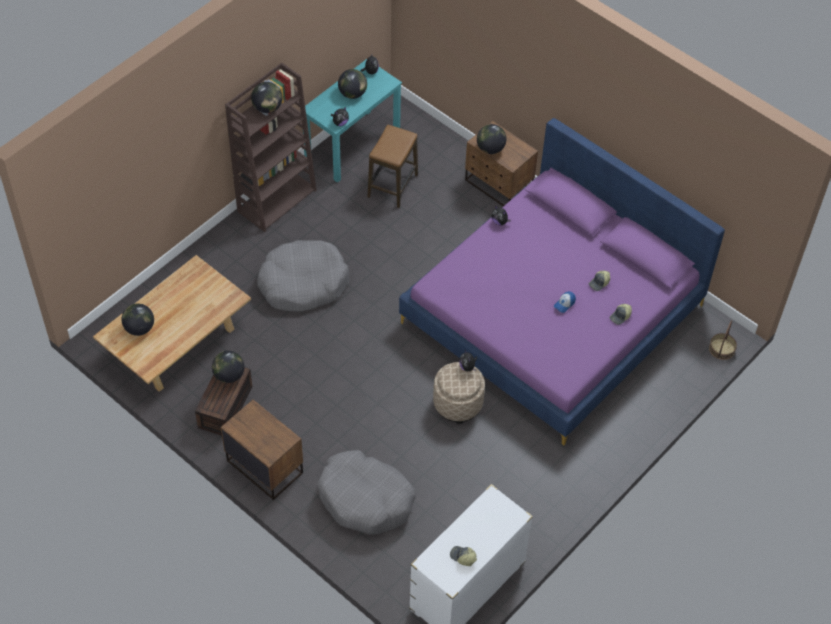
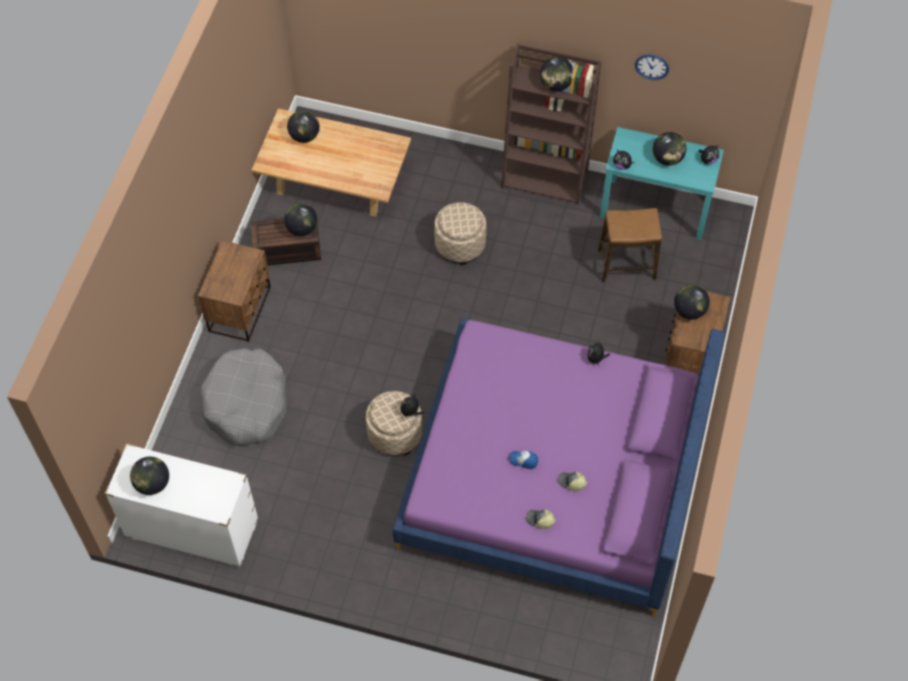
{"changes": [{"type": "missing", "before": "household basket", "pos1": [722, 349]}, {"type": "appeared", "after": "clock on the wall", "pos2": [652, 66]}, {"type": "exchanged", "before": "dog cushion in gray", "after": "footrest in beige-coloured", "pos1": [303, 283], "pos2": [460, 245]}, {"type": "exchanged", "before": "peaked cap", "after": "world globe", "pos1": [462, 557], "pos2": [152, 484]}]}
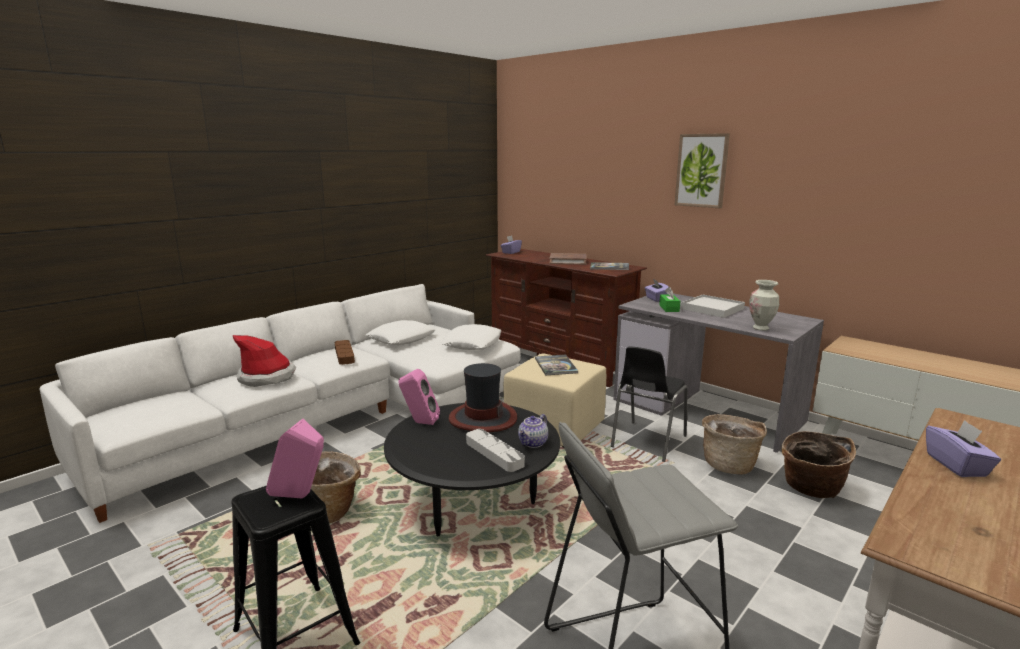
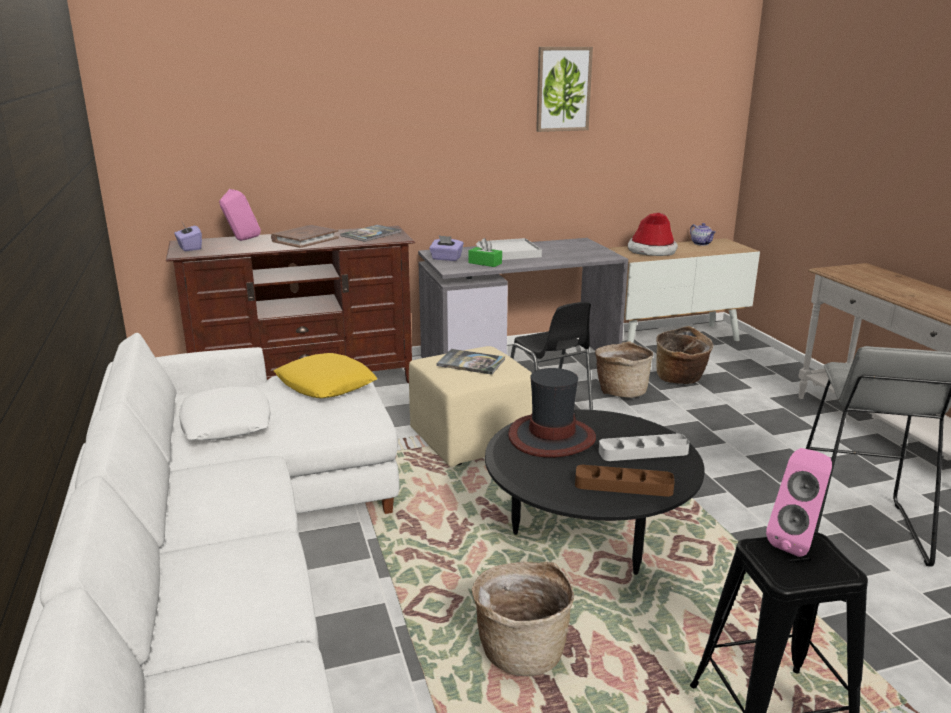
{"changes": [{"type": "missing", "before": "decorative vase", "pos1": [760, 328]}, {"type": "missing", "before": "box of tissues in purple-coloured", "pos1": [957, 465]}, {"type": "relocated", "before": "wearable hat", "pos1": [267, 377], "pos2": [651, 251]}, {"type": "relocated", "before": "serving tray in brownish", "pos1": [344, 355], "pos2": [623, 485]}, {"type": "relocated", "before": "audio speaker in pink", "pos1": [419, 423], "pos2": [241, 240]}, {"type": "relocated", "before": "pot for tea", "pos1": [533, 443], "pos2": [701, 244]}, {"type": "relocated", "before": "wall art", "pos1": [701, 170], "pos2": [563, 89]}, {"type": "colour", "before": "pillow in whitish", "after": "pillow in yellow", "pos1": [472, 343], "pos2": [325, 384]}]}
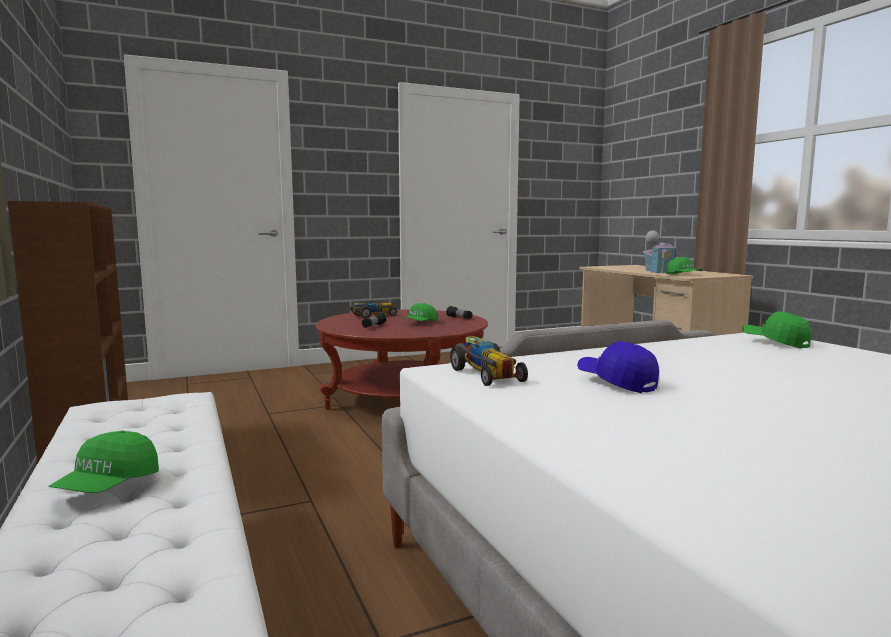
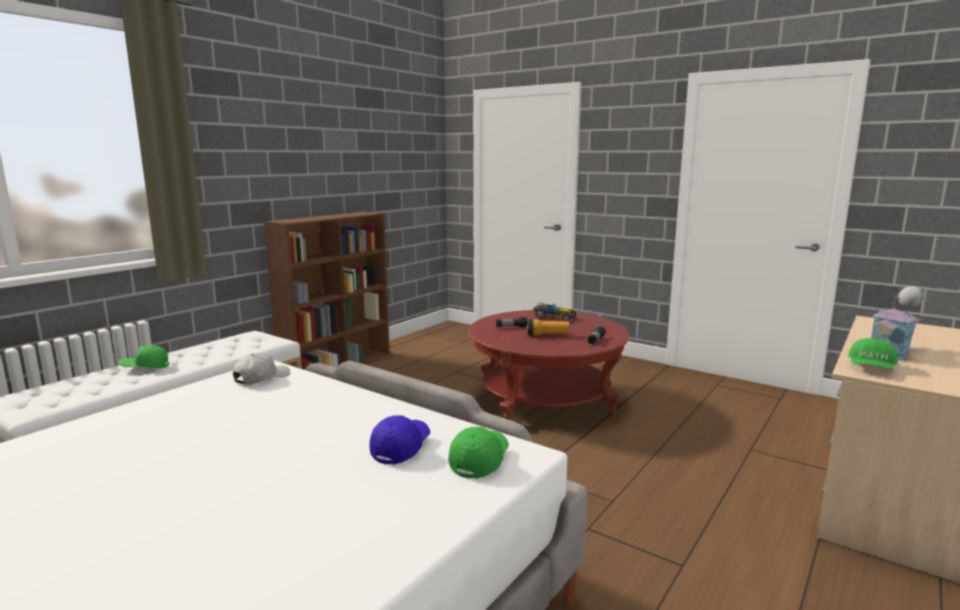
{"changes": [{"type": "relocated", "before": "peaked cap in blue", "pos1": [616, 382], "pos2": [401, 448]}, {"type": "exchanged", "before": "peaked cap in green-coloured", "after": "hand torch", "pos1": [419, 323], "pos2": [547, 335]}, {"type": "exchanged", "before": "toy car", "after": "peaked cap in whitish", "pos1": [485, 374], "pos2": [261, 378]}]}
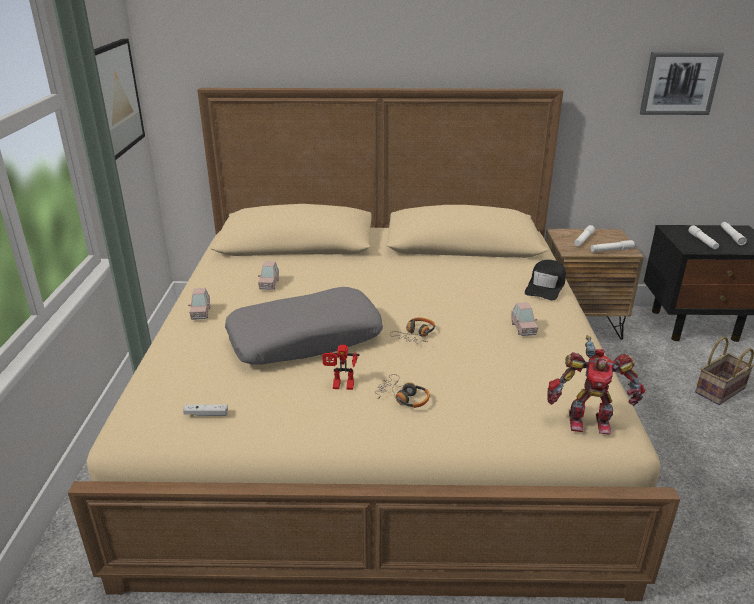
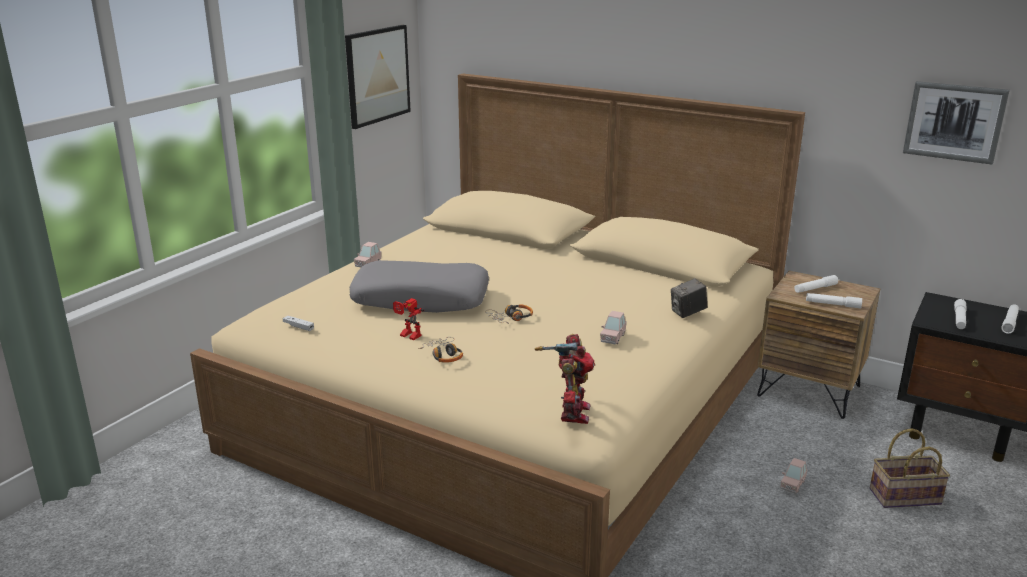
{"changes": [{"type": "relocated", "before": "toy car in pink", "pos1": [269, 284], "pos2": [792, 484]}, {"type": "exchanged", "before": "peaked cap in black-coloured", "after": "still camera", "pos1": [545, 286], "pos2": [687, 313]}, {"type": "spun", "before": "model robot", "pos1": [588, 421], "pos2": [571, 412], "turn": -120}]}
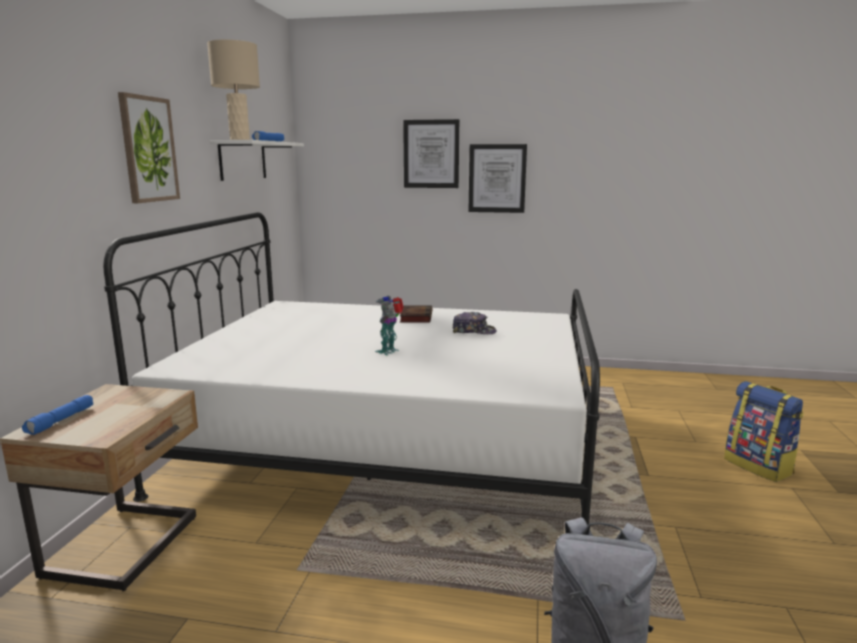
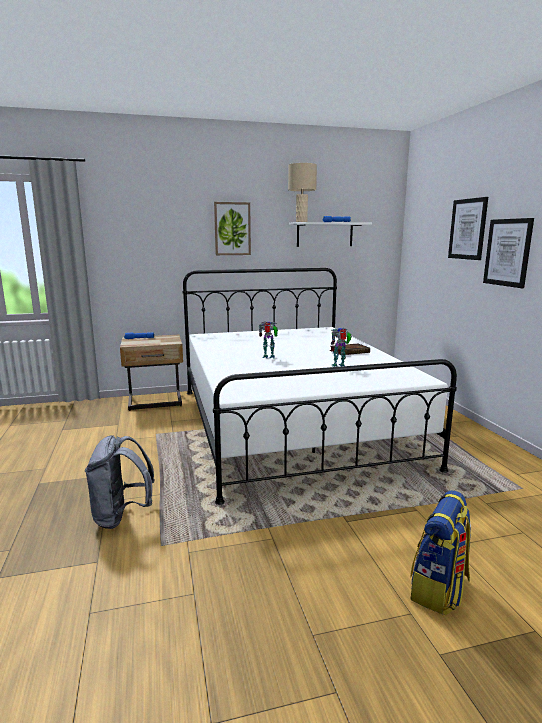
{"changes": [{"type": "exchanged", "before": "peaked cap", "after": "model robot", "pos1": [474, 331], "pos2": [339, 366]}]}
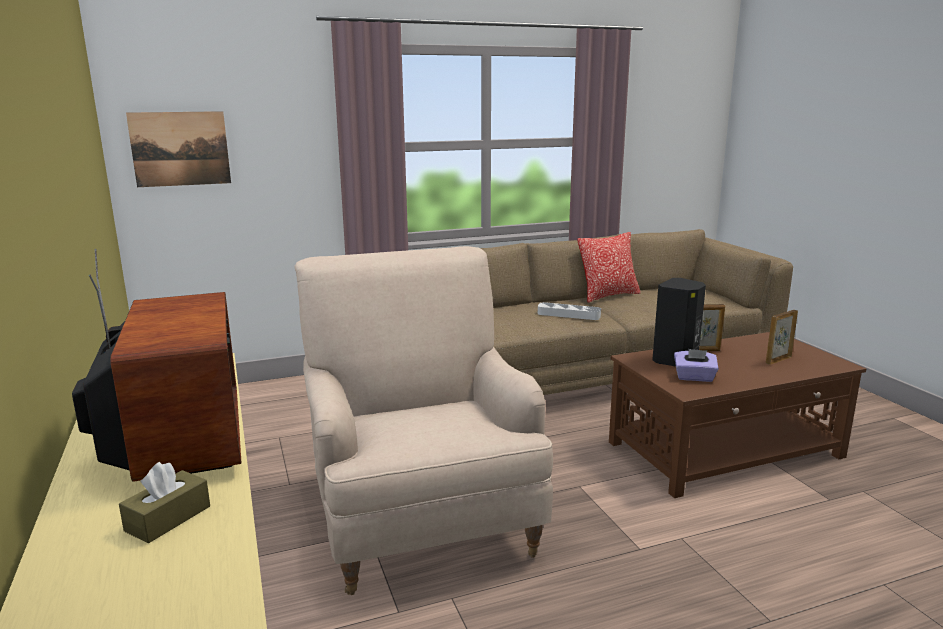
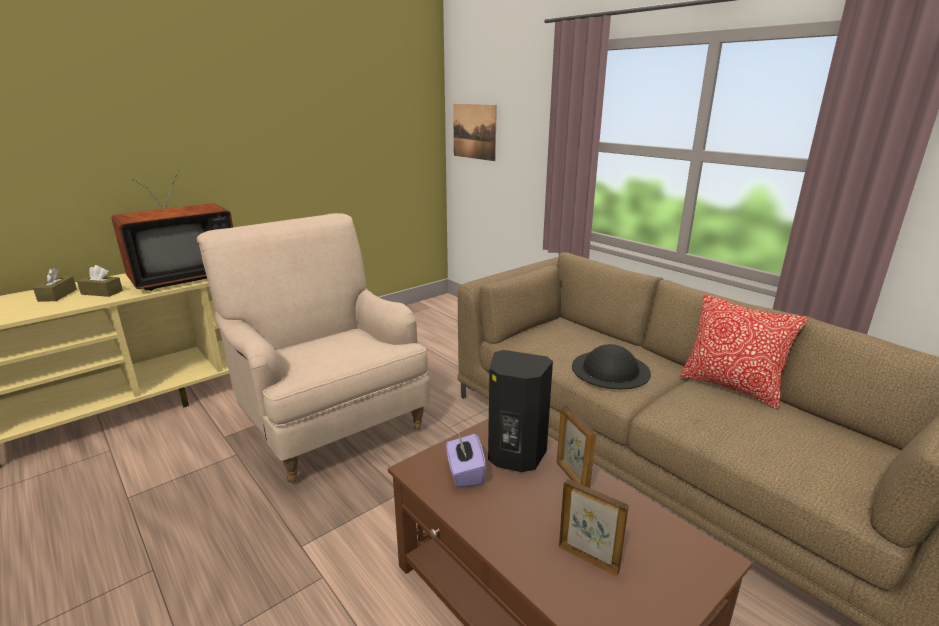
{"changes": [{"type": "appeared", "after": "box of tissues in brownish", "pos2": [57, 295]}, {"type": "exchanged", "before": "serving tray in gray", "after": "wearable hat in black-coloured", "pos1": [568, 315], "pos2": [610, 369]}, {"type": "spun", "before": "easy chair in beige-coloured", "pos1": [421, 519], "pos2": [329, 421], "turn": -90}]}
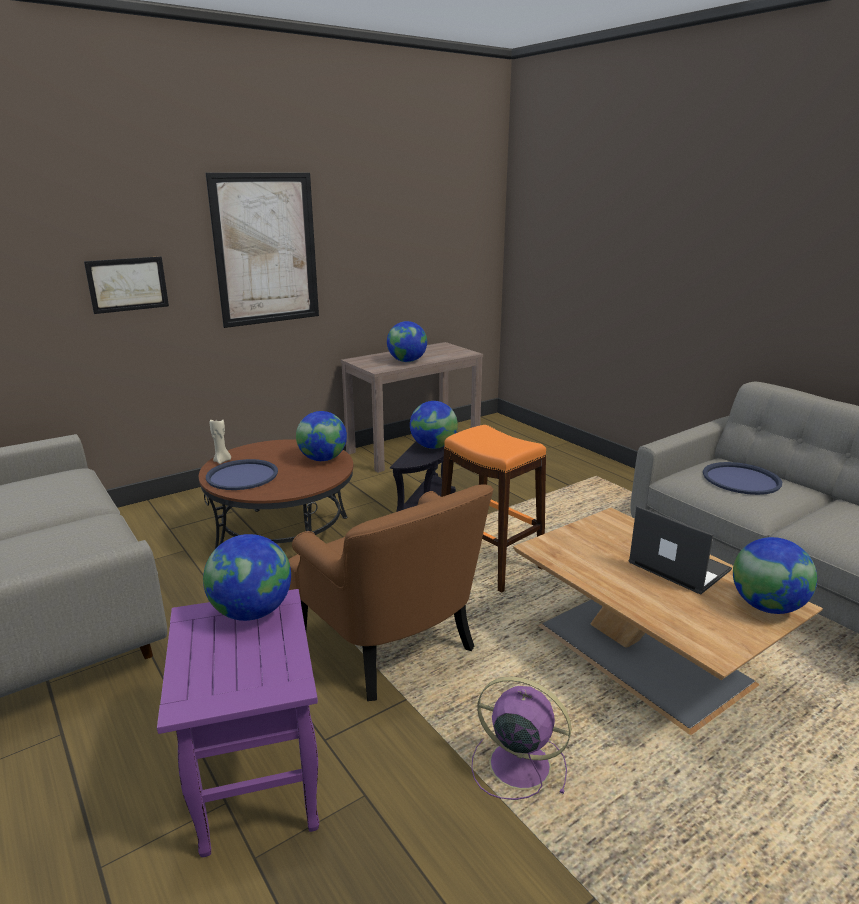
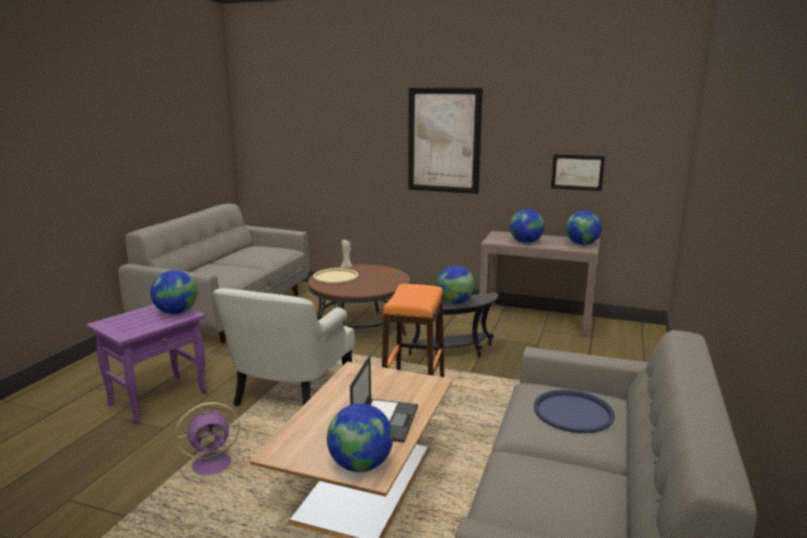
{"changes": [{"type": "relocated", "before": "wall art", "pos1": [127, 284], "pos2": [577, 172]}, {"type": "relocated", "before": "world globe", "pos1": [323, 459], "pos2": [582, 244]}, {"type": "colour", "before": "serving tray in blue", "after": "serving tray in beige-coloured", "pos1": [242, 476], "pos2": [335, 276]}, {"type": "colour", "before": "easy chair in brownish", "after": "easy chair in whitish", "pos1": [391, 642], "pos2": [290, 392]}, {"type": "spun", "before": "electric fan in purple-coloured", "pos1": [516, 764], "pos2": [214, 464], "turn": 75}]}
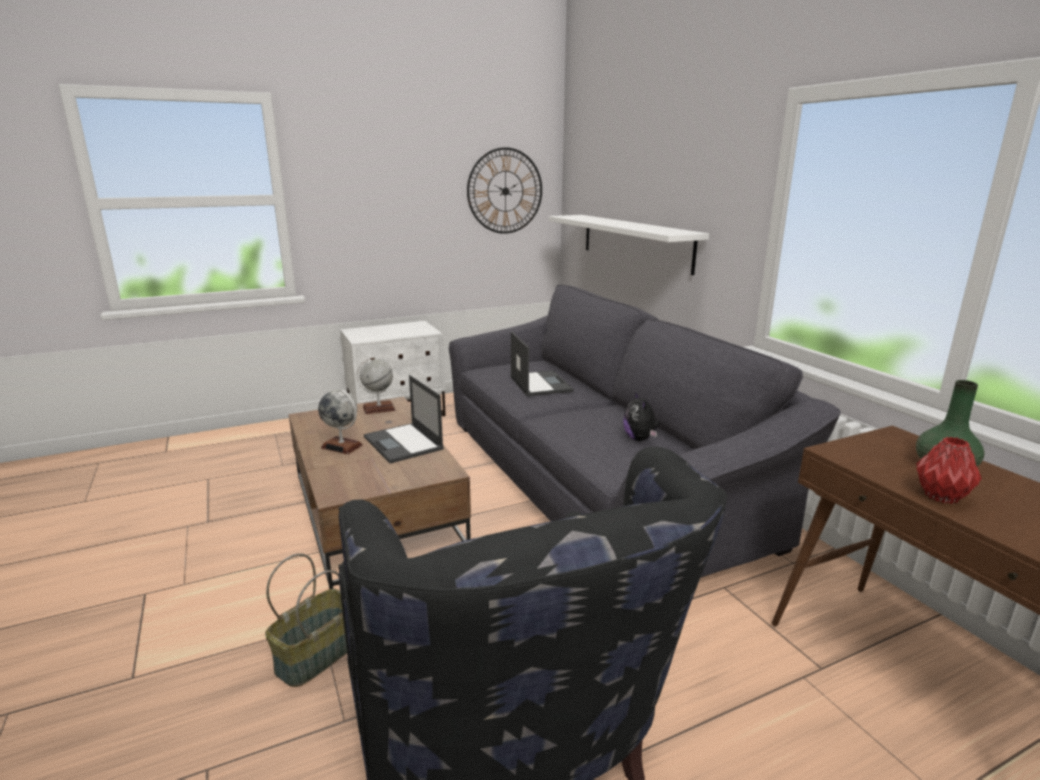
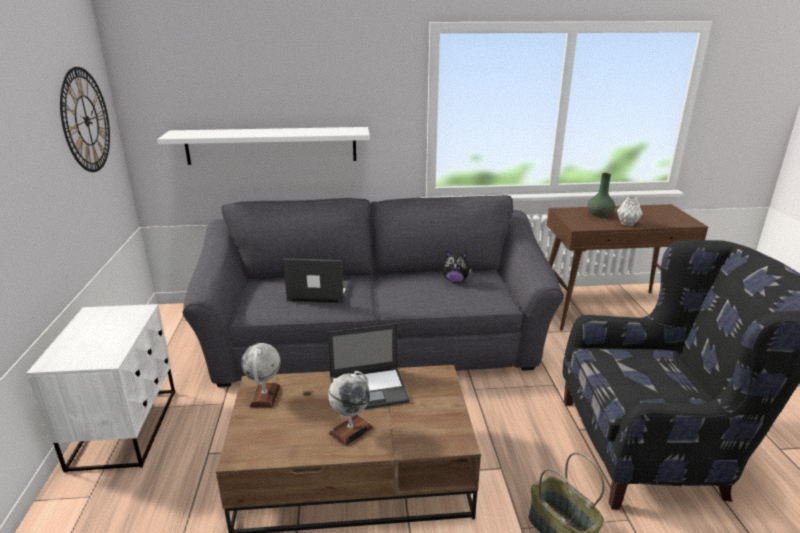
{"changes": [{"type": "colour", "before": "decorative vase in red-coloured", "after": "decorative vase in gray", "pos1": [942, 496], "pos2": [627, 223]}]}
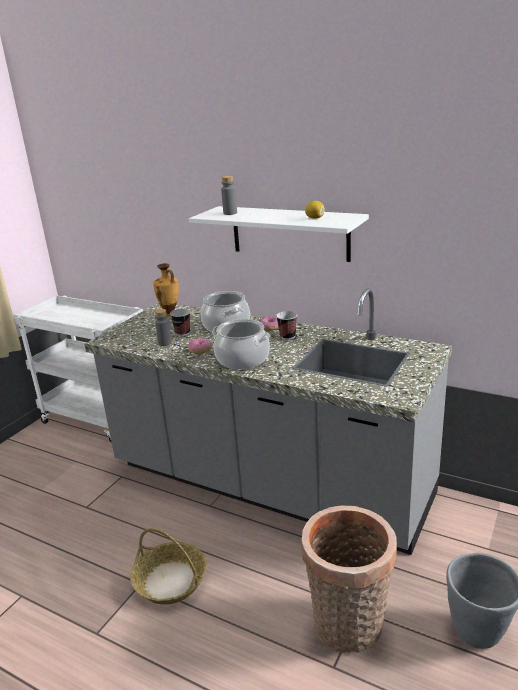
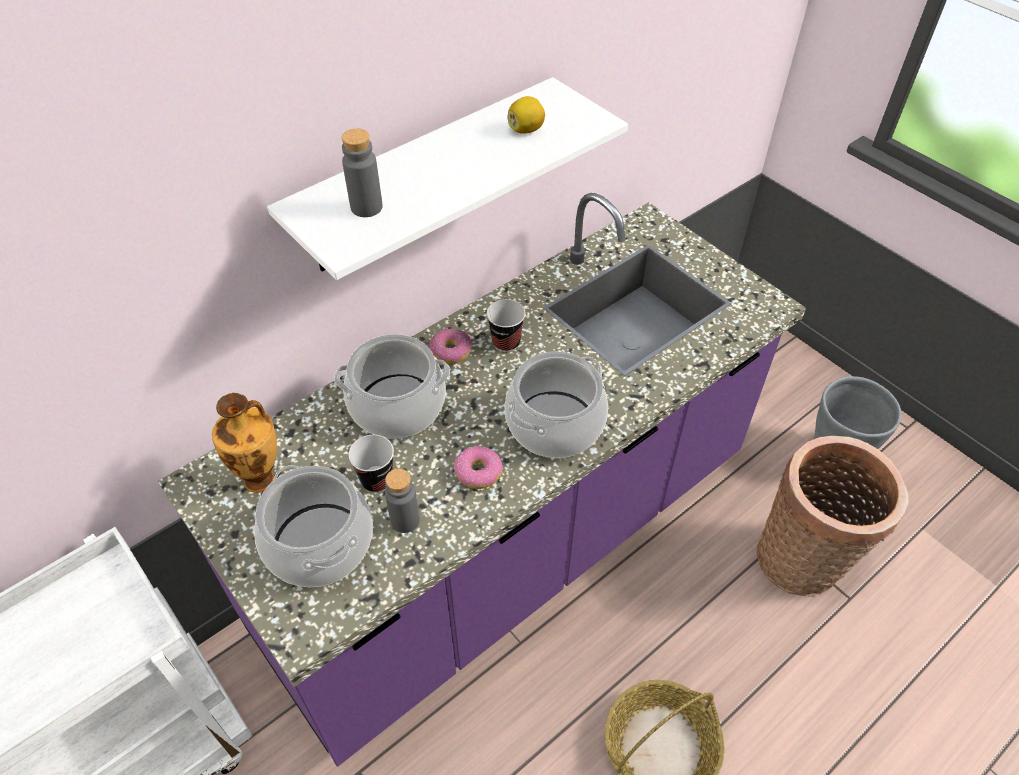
{"changes": [{"type": "appeared", "after": "saucepot", "pos2": [318, 544]}, {"type": "colour", "before": "kitchen base unit in gray", "after": "kitchen base unit in purple-coloured", "pos1": [268, 483], "pos2": [509, 545]}]}
